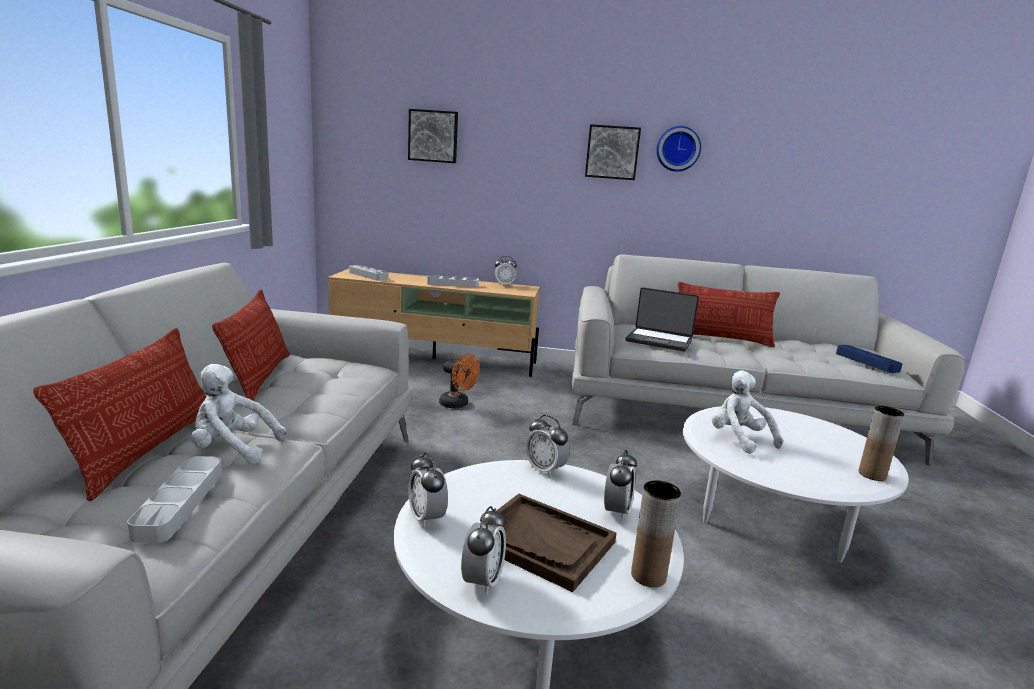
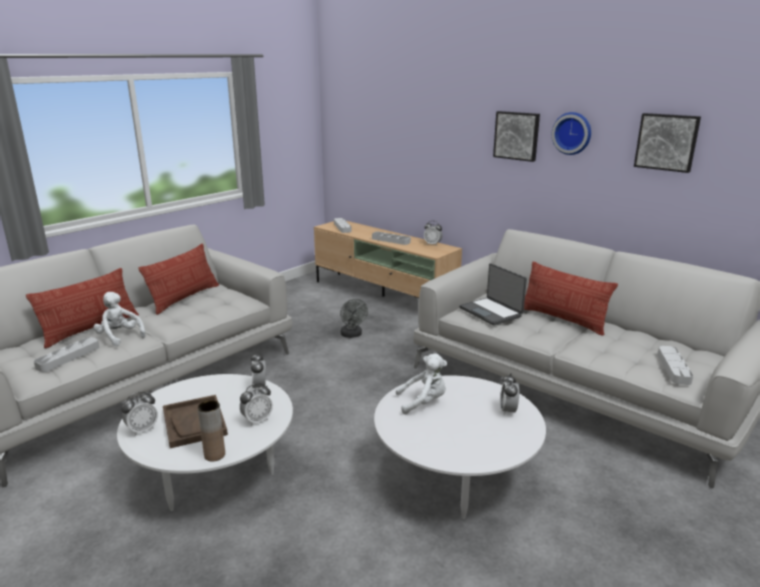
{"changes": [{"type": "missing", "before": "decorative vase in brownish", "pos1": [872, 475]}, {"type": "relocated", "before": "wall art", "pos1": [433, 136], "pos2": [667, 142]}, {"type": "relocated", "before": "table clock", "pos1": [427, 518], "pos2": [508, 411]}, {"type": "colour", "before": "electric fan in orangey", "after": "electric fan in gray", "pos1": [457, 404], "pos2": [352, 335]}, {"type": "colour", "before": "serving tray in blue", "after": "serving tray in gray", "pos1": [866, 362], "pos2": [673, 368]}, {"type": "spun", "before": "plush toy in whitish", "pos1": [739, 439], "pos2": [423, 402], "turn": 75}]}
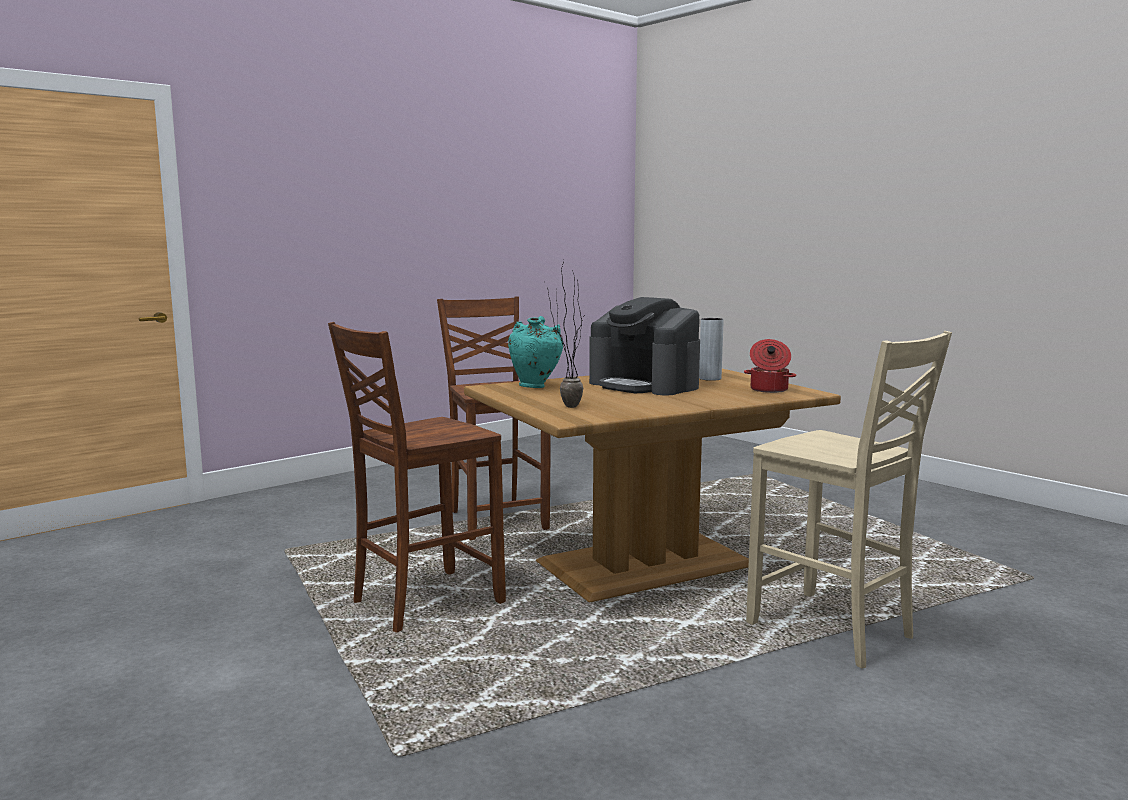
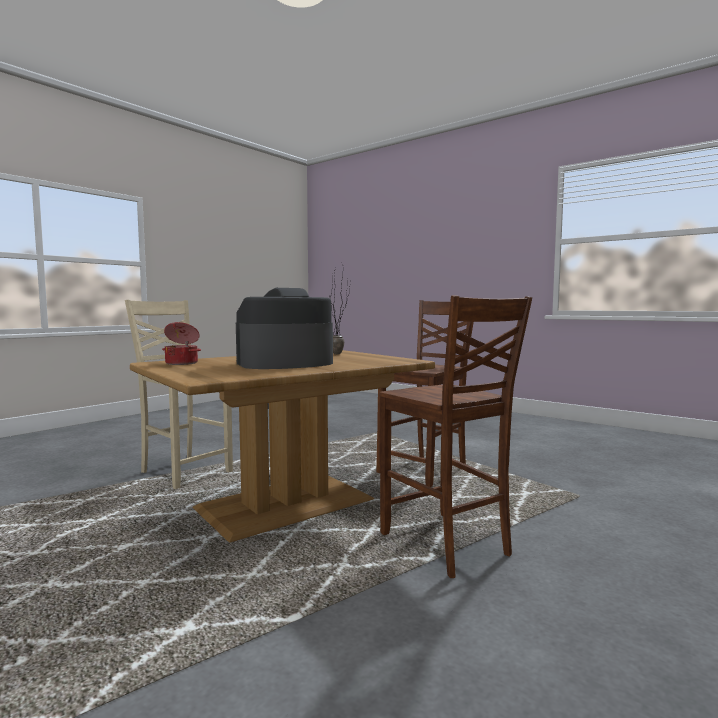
{"changes": [{"type": "missing", "before": "decorative vase in turquoise", "pos1": [535, 387]}, {"type": "missing", "before": "decorative vase in gray", "pos1": [710, 378]}, {"type": "spun", "before": "coffee brewer", "pos1": [644, 385], "pos2": [285, 363], "turn": -60}]}
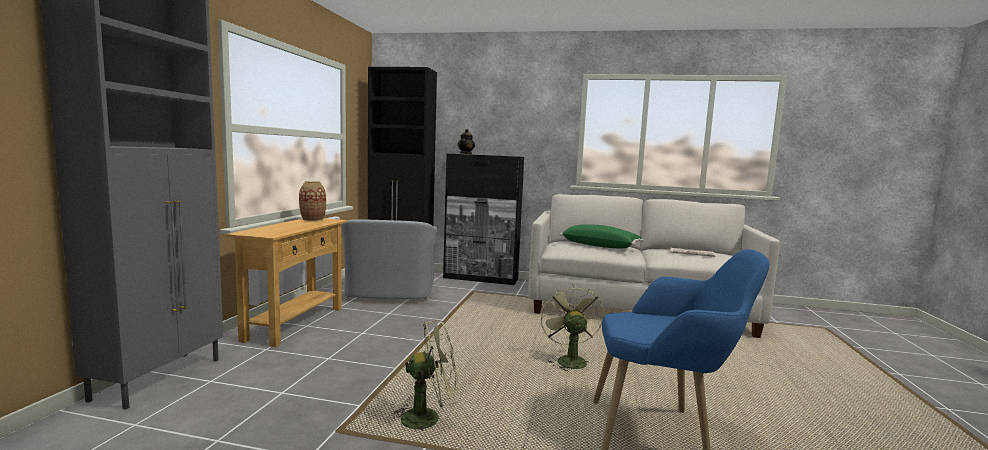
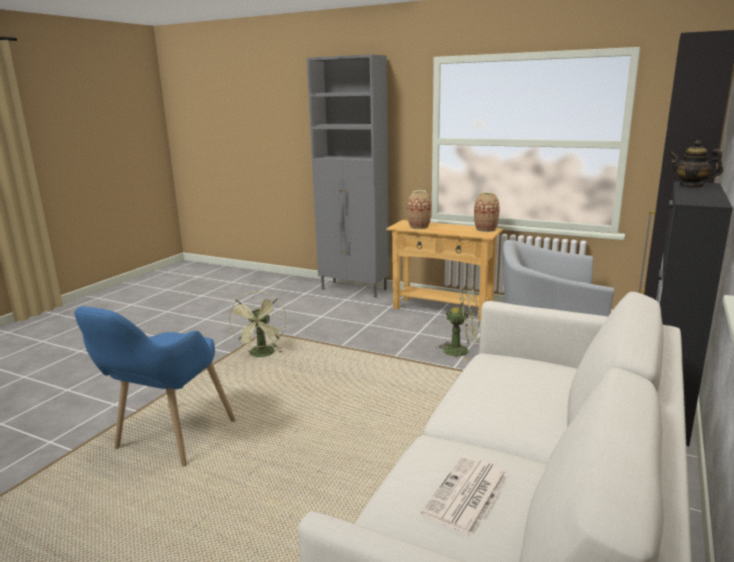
{"changes": [{"type": "missing", "before": "pillow in green-coloured", "pos1": [600, 246]}, {"type": "appeared", "after": "decorative vase", "pos2": [419, 227]}, {"type": "relocated", "before": "electric fan in green-coloured", "pos1": [568, 360], "pos2": [462, 351]}]}
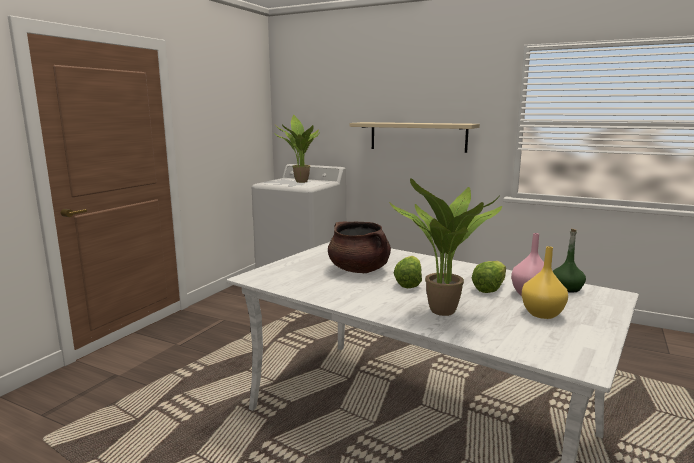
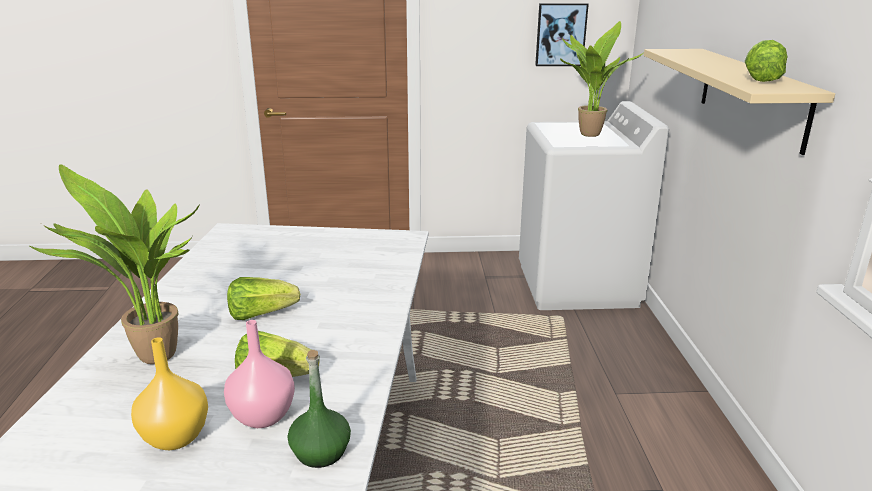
{"changes": [{"type": "missing", "before": "saucepot in brownish", "pos1": [359, 270]}, {"type": "appeared", "after": "wall art", "pos2": [560, 34]}, {"type": "appeared", "after": "lettuce", "pos2": [764, 79]}]}
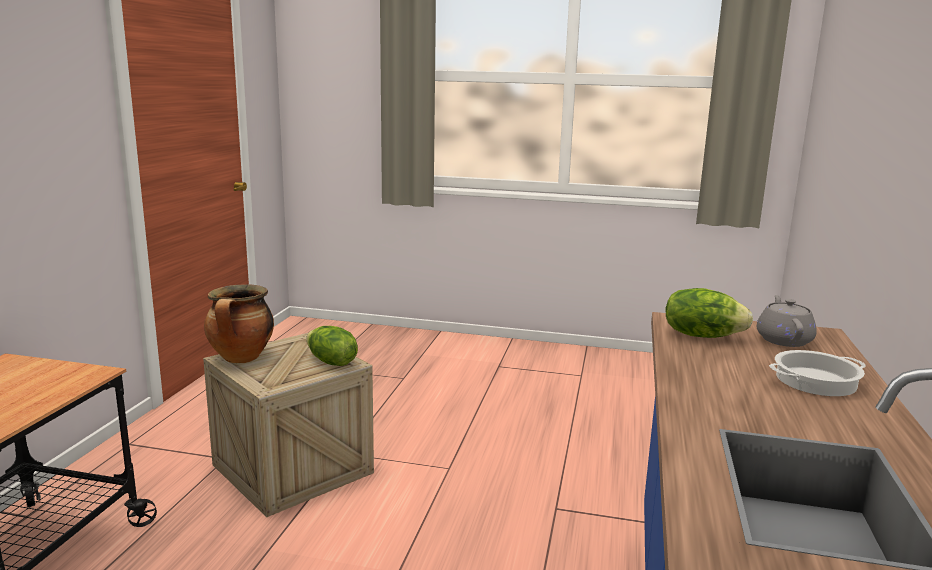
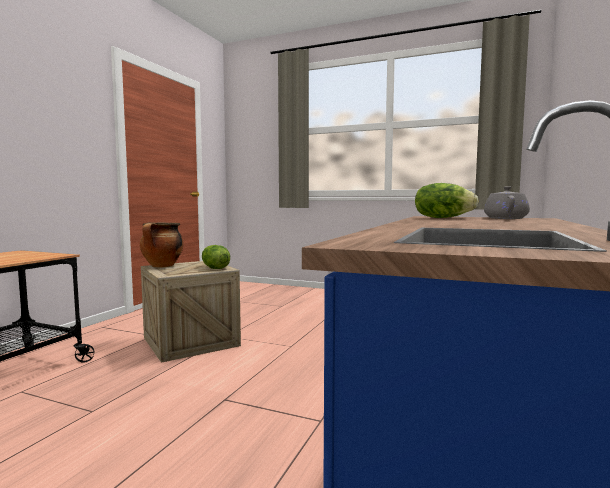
{"changes": [{"type": "missing", "before": "saucepot", "pos1": [815, 380]}]}
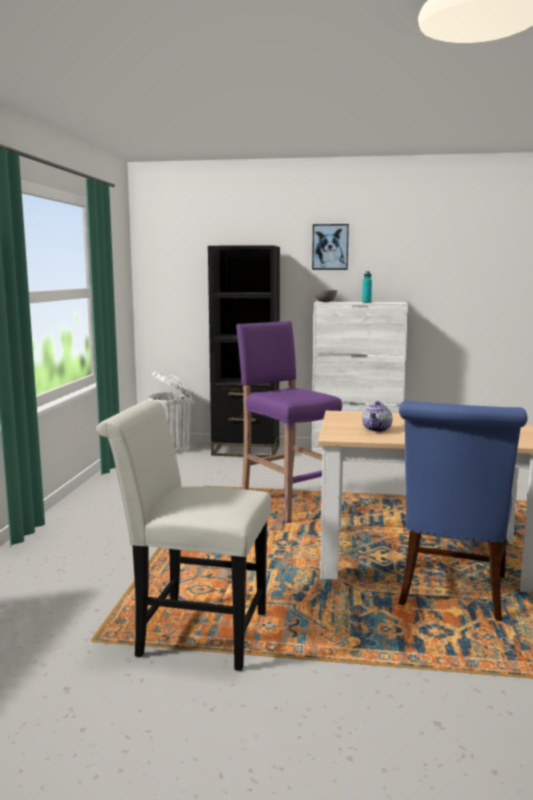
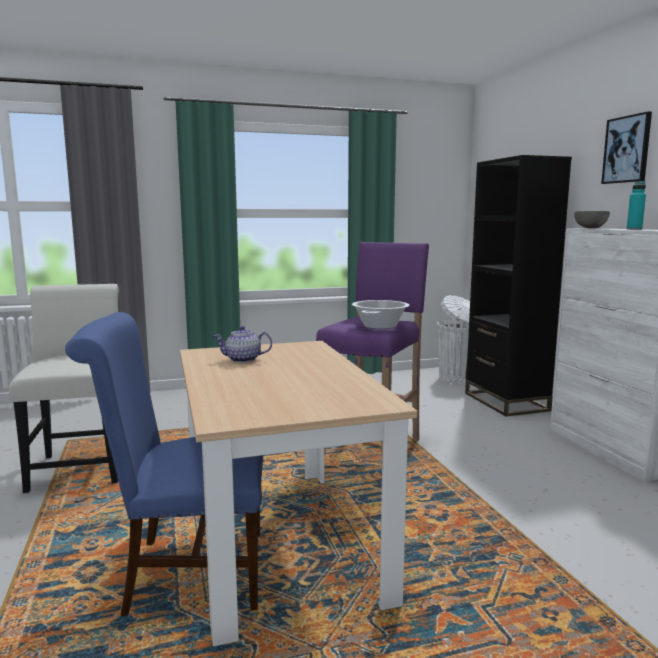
{"changes": [{"type": "appeared", "after": "saucepot", "pos2": [379, 326]}]}
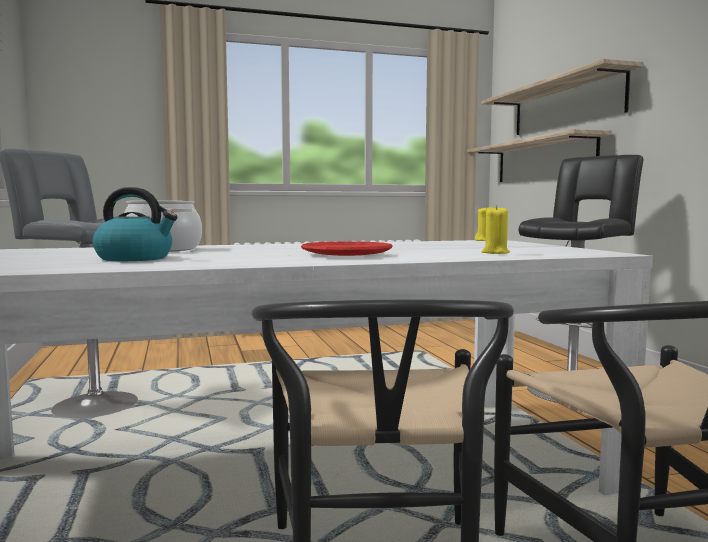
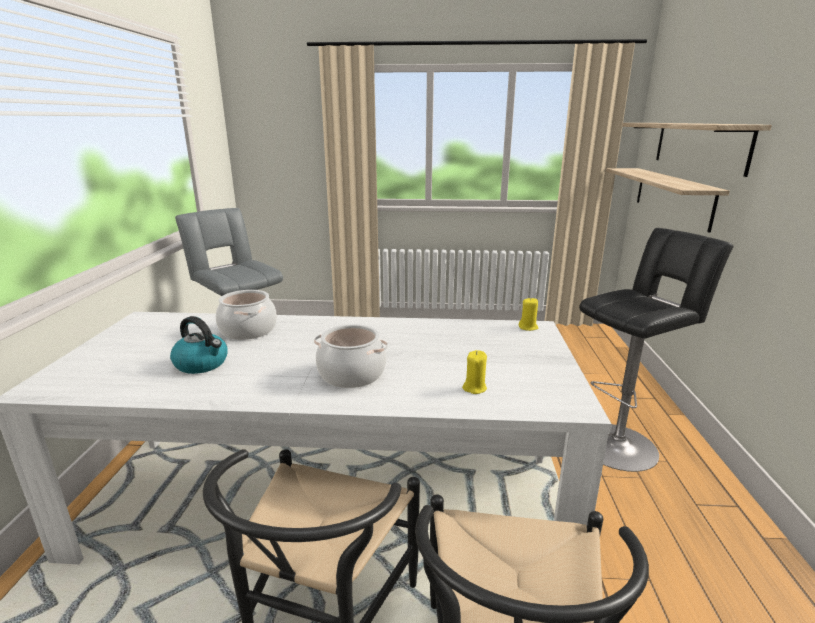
{"changes": [{"type": "exchanged", "before": "dinner plate in red-coloured", "after": "saucepot", "pos1": [347, 254], "pos2": [351, 374]}]}
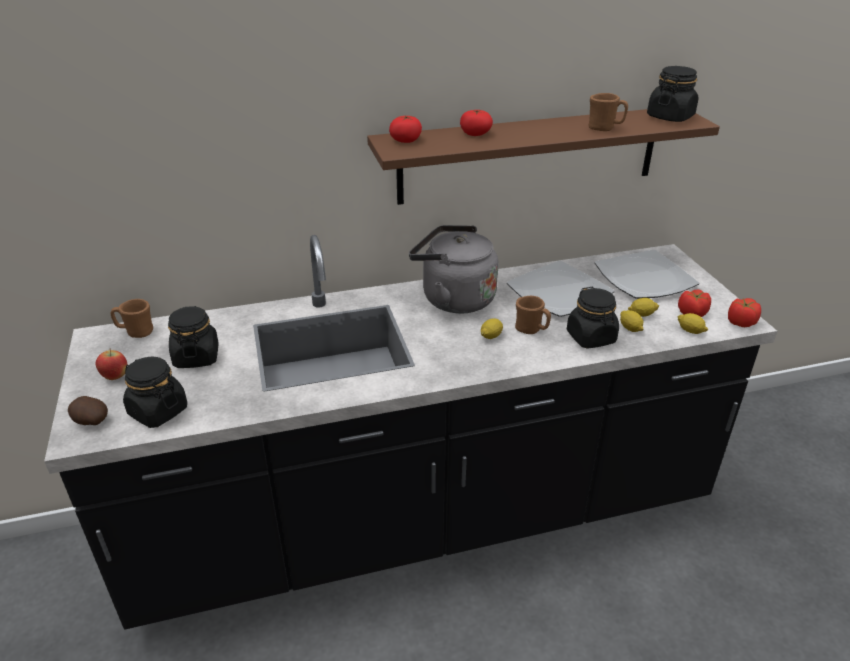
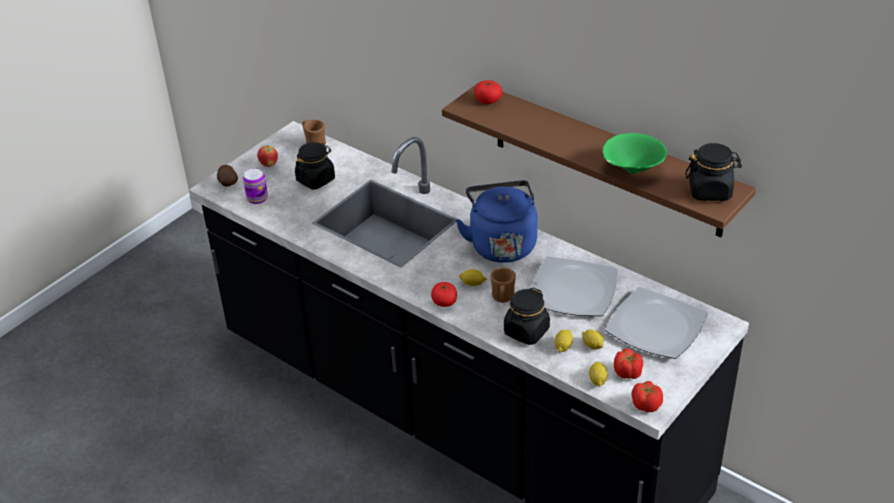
{"changes": [{"type": "relocated", "before": "fresh tomato", "pos1": [475, 133], "pos2": [444, 301]}, {"type": "exchanged", "before": "preserve jar in black-coloured", "after": "can", "pos1": [158, 411], "pos2": [257, 198]}, {"type": "exchanged", "before": "mug in brownish", "after": "bowl in green-coloured", "pos1": [605, 128], "pos2": [631, 170]}, {"type": "colour", "before": "water kettle in gray", "after": "water kettle in blue", "pos1": [453, 298], "pos2": [501, 244]}]}
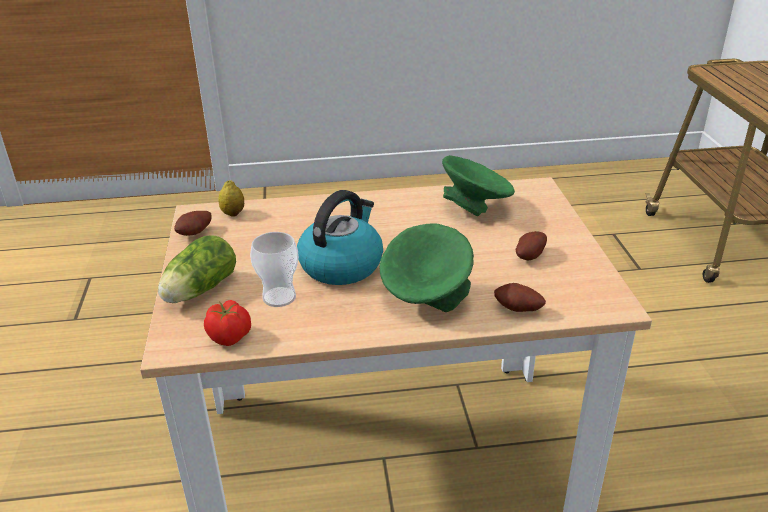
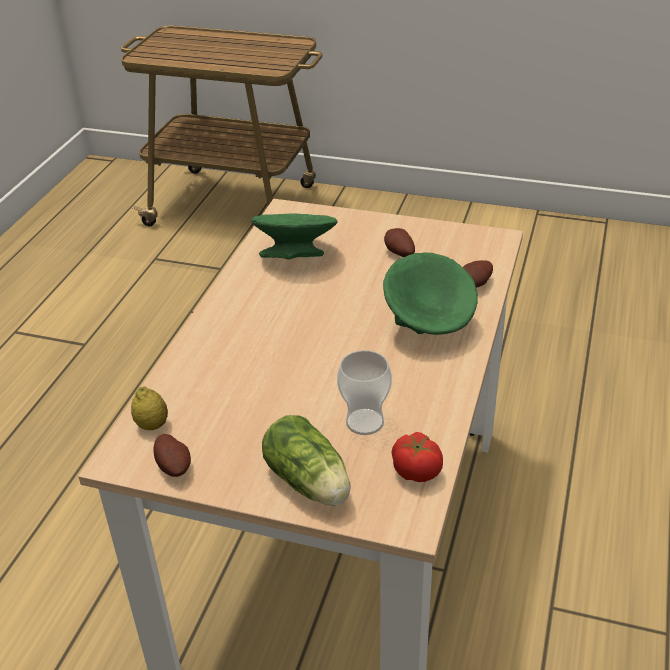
{"changes": [{"type": "missing", "before": "water kettle", "pos1": [341, 265]}]}
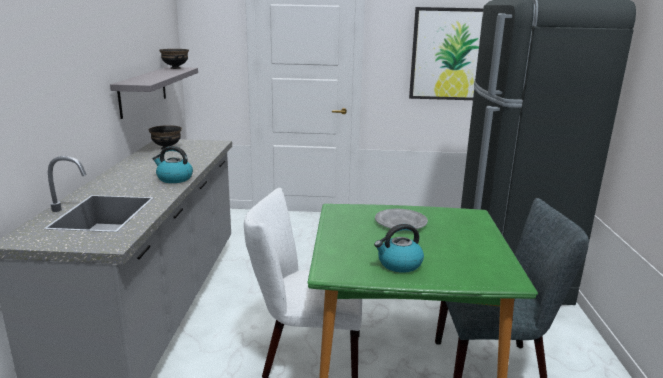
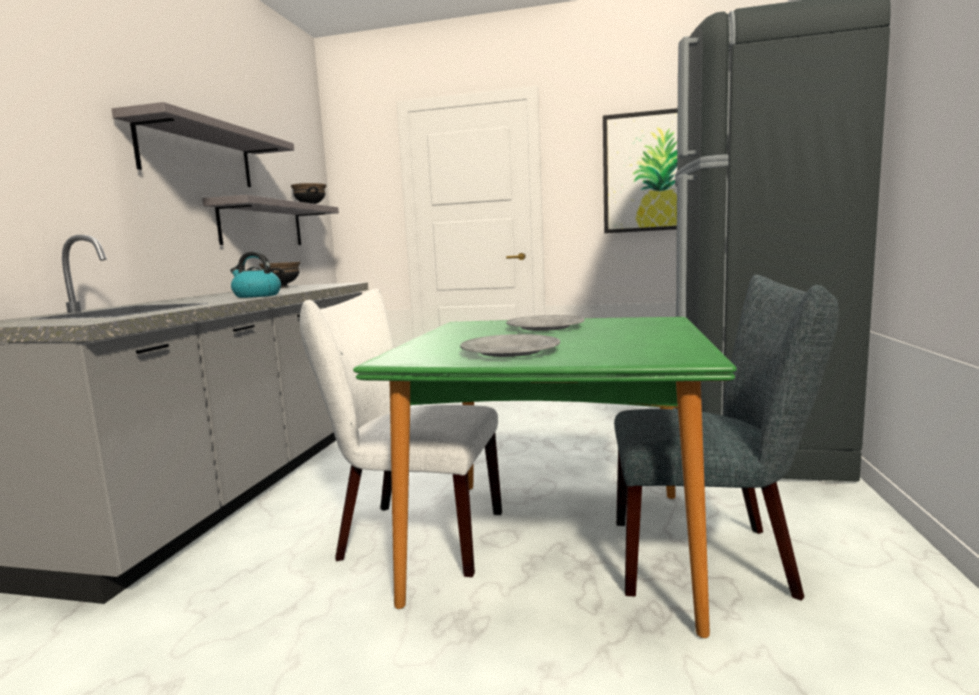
{"changes": [{"type": "appeared", "after": "shelf in gray", "pos2": [197, 155]}, {"type": "exchanged", "before": "water kettle", "after": "dinner plate in gray", "pos1": [399, 264], "pos2": [511, 351]}]}
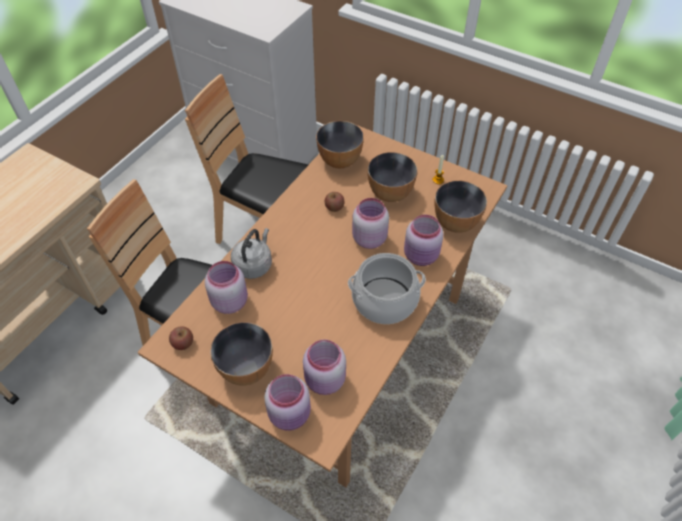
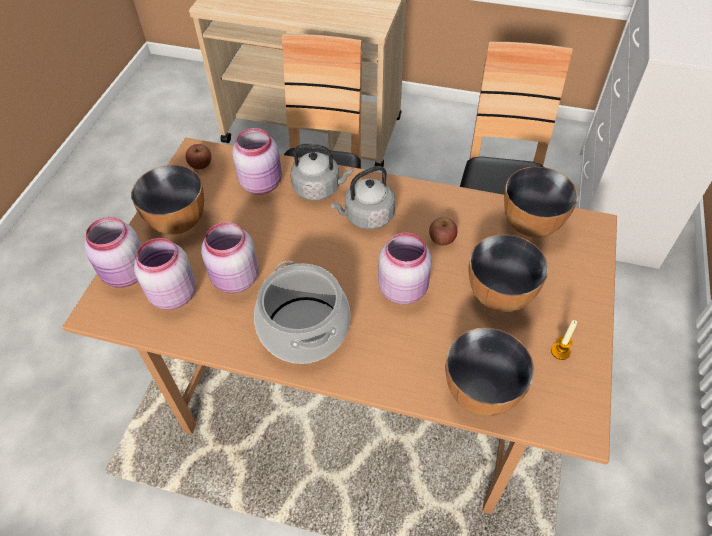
{"changes": [{"type": "appeared", "after": "water kettle in gray", "pos2": [366, 217]}, {"type": "relocated", "before": "preserve jar in pink", "pos1": [421, 256], "pos2": [234, 280]}]}
